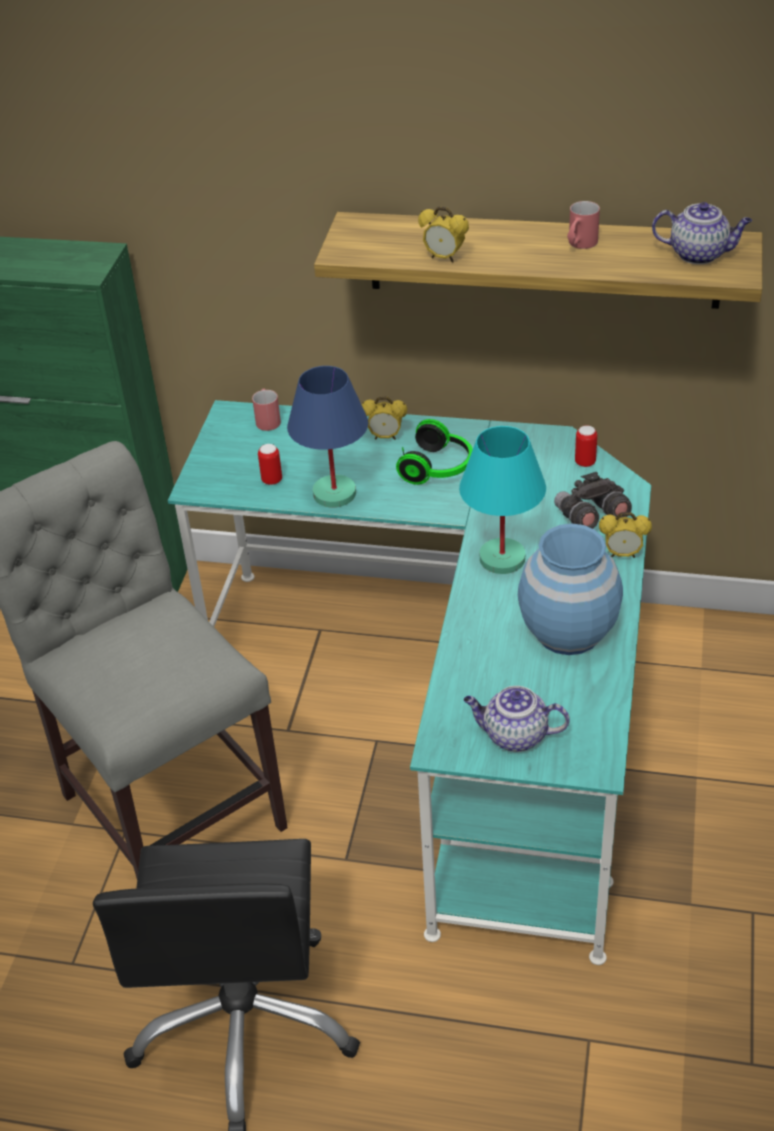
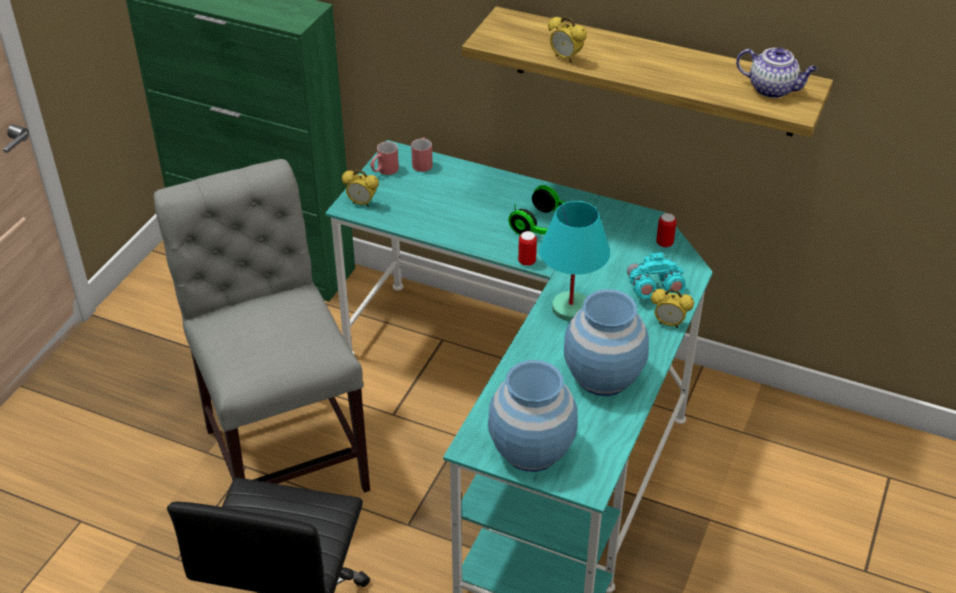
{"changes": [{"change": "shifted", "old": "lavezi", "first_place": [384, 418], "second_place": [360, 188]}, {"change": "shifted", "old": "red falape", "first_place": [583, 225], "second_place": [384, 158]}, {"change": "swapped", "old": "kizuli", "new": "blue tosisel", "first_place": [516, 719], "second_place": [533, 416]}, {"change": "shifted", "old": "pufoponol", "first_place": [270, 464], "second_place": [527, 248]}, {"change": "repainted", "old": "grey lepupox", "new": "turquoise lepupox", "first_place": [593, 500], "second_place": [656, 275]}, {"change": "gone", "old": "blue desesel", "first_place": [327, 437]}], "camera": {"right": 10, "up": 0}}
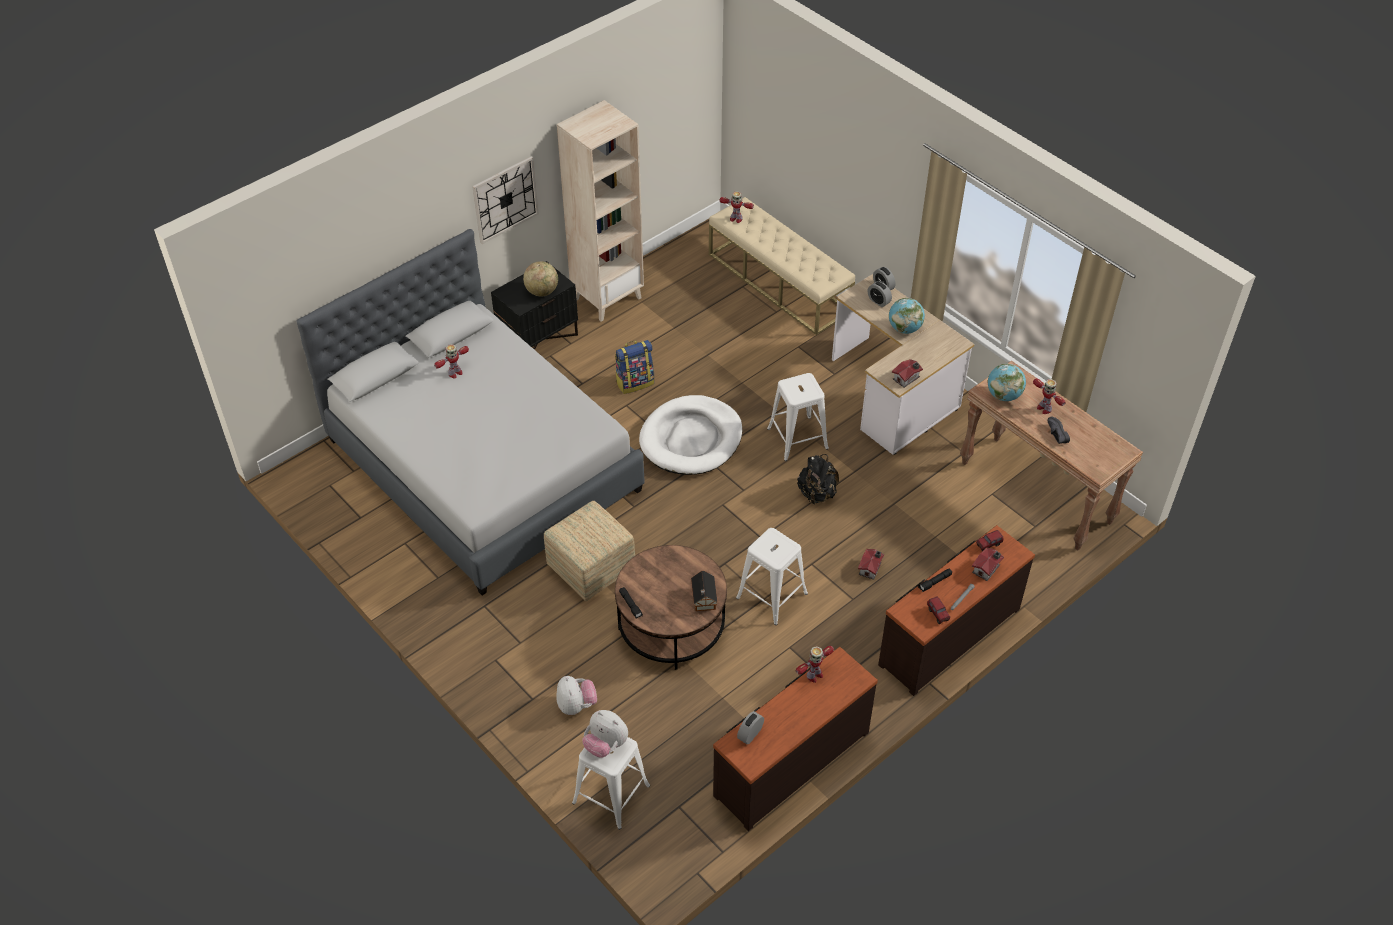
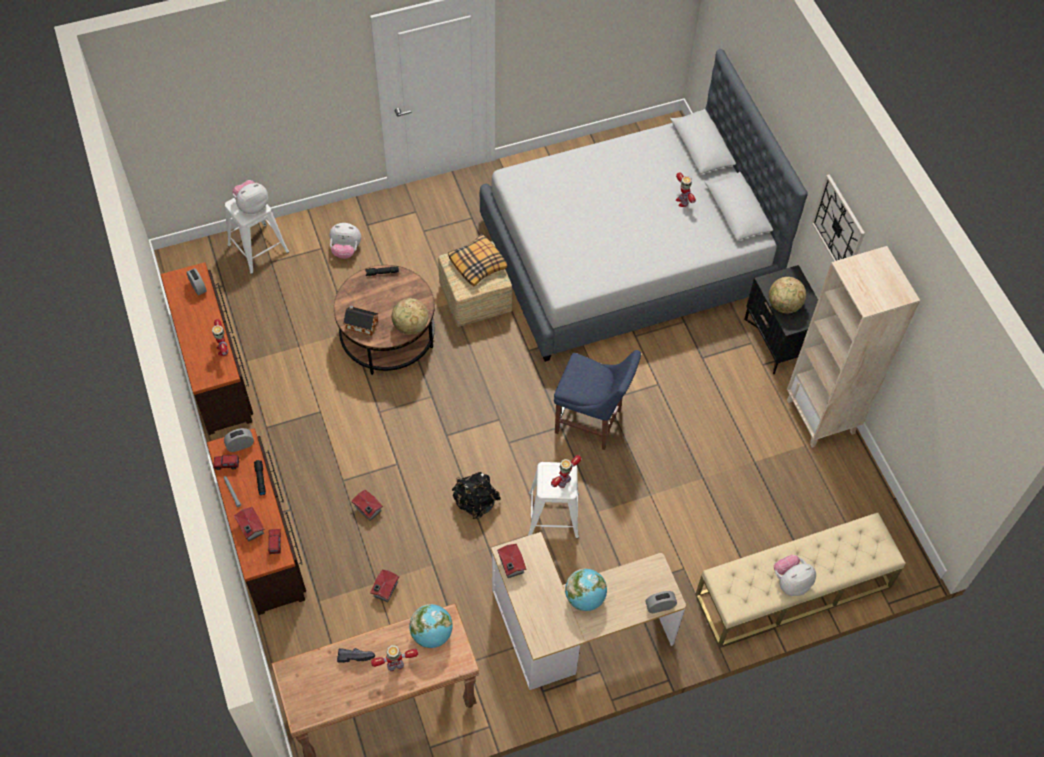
{"changes": [{"change": "shifted", "old": "lavezi", "first_place": [880, 294], "second_place": [239, 440]}, {"change": "new", "new": "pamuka", "second_place": [384, 586]}, {"change": "new", "new": "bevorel", "second_place": [410, 316]}, {"change": "new", "new": "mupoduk", "second_place": [478, 260]}, {"change": "shifted", "old": "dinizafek", "first_place": [737, 207], "second_place": [566, 471]}, {"change": "swapped", "old": "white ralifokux", "new": "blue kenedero", "first_place": [691, 435], "second_place": [597, 400]}, {"change": "new", "new": "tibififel", "second_place": [795, 575]}, {"change": "gone", "old": "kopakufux", "first_place": [634, 367]}, {"change": "gone", "old": "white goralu", "first_place": [772, 576]}], "camera": {"right": 110, "up": 10}}
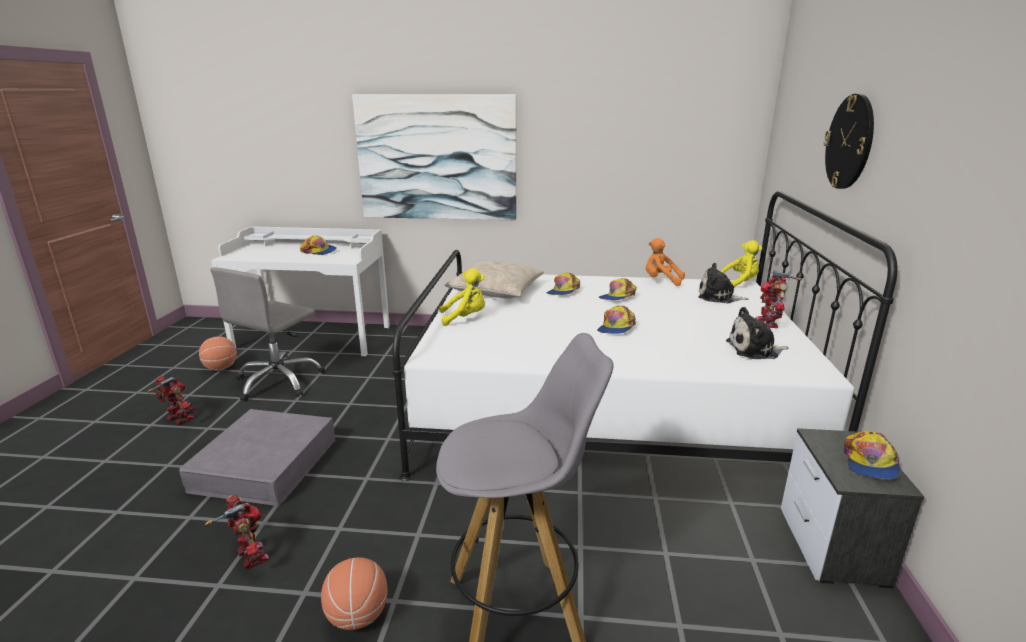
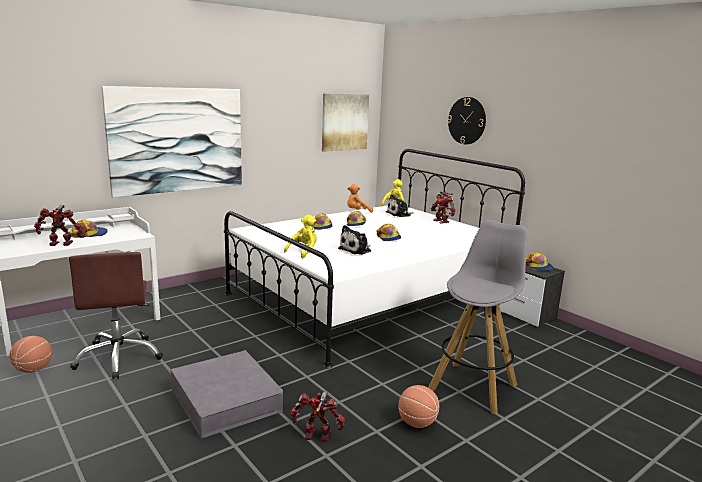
{"changes": [{"change": "shifted", "old": "dinizafek", "first_place": [171, 400], "second_place": [58, 225]}, {"change": "repainted", "old": "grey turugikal", "new": "brown turugikal", "first_place": [267, 334], "second_place": [116, 315]}, {"change": "new", "new": "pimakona", "second_place": [345, 122]}, {"change": "shifted", "old": "tibififel", "first_place": [757, 333], "second_place": [354, 240]}, {"change": "gone", "old": "beige mupoduk", "first_place": [494, 280]}], "camera": {"right": -45, "up": -5}}
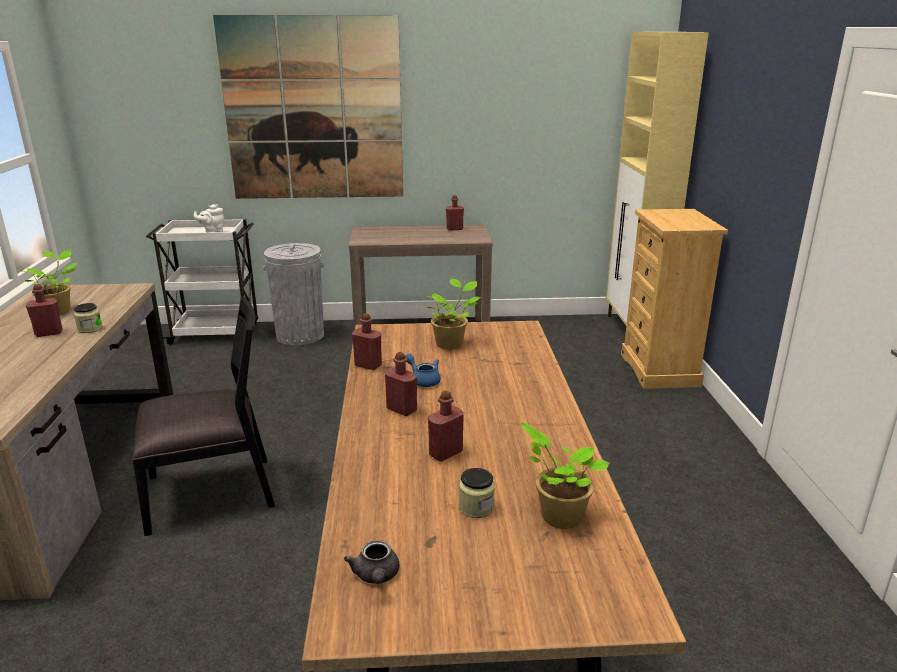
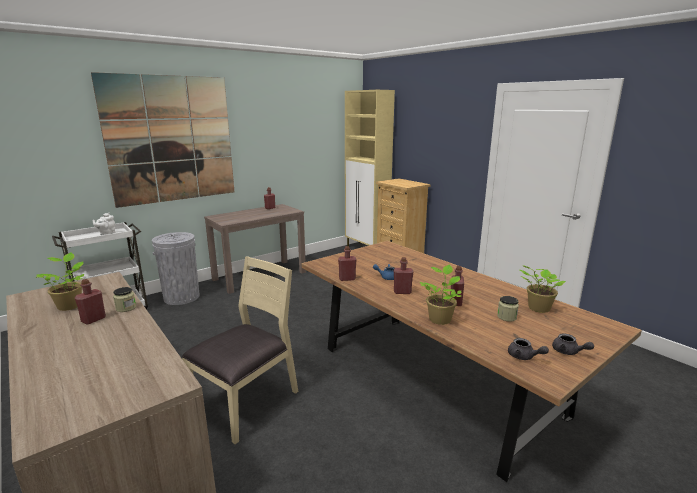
{"changes": [{"change": "repainted", "old": "black kenedero", "new": "beige kenedero", "first_place": [203, 416], "second_place": [240, 350]}, {"change": "shifted", "old": "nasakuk", "first_place": [454, 314], "second_place": [441, 295]}, {"change": "new", "new": "grey kizuli", "second_place": [573, 344]}], "camera": {"right": -35, "up": -5}}
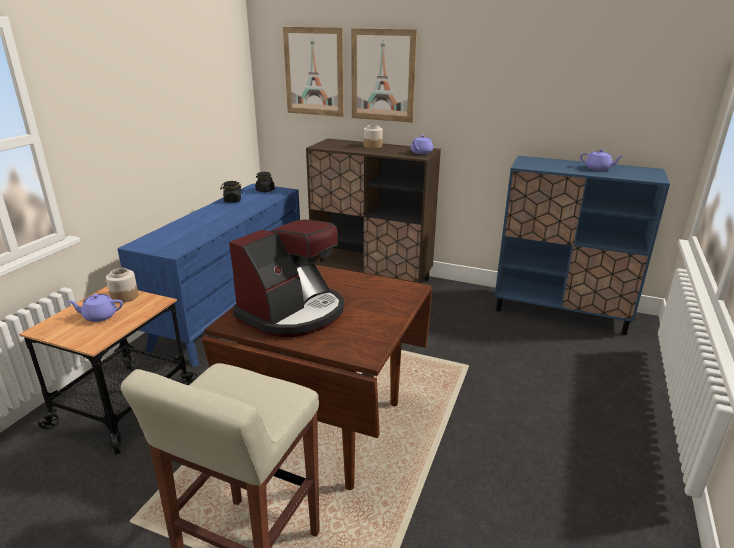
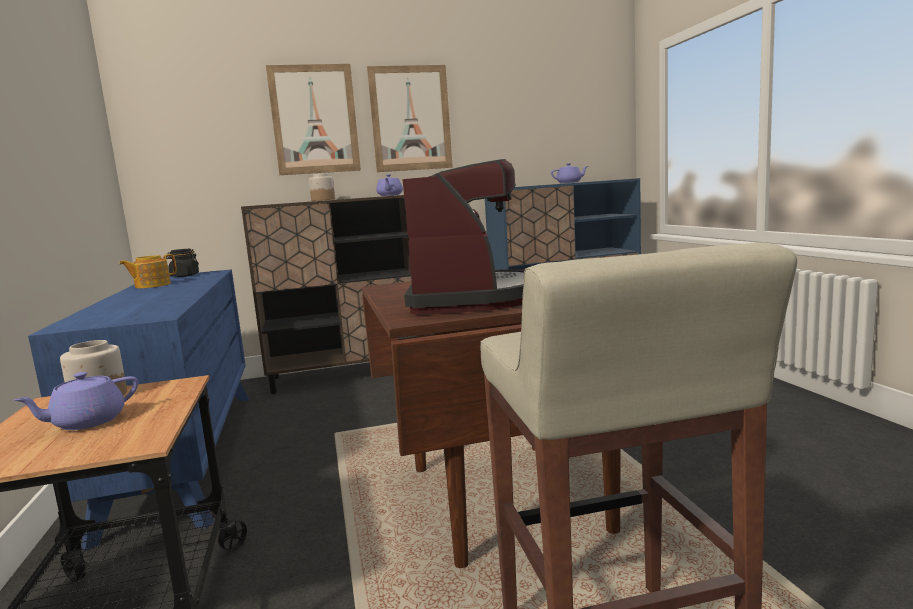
{"changes": [{"change": "swapped", "old": "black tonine", "new": "kizuli", "first_place": [231, 192], "second_place": [148, 271]}, {"change": "shifted", "old": "pimakona", "first_place": [313, 72], "second_place": [410, 118]}], "camera": {"right": -35, "up": -15}}
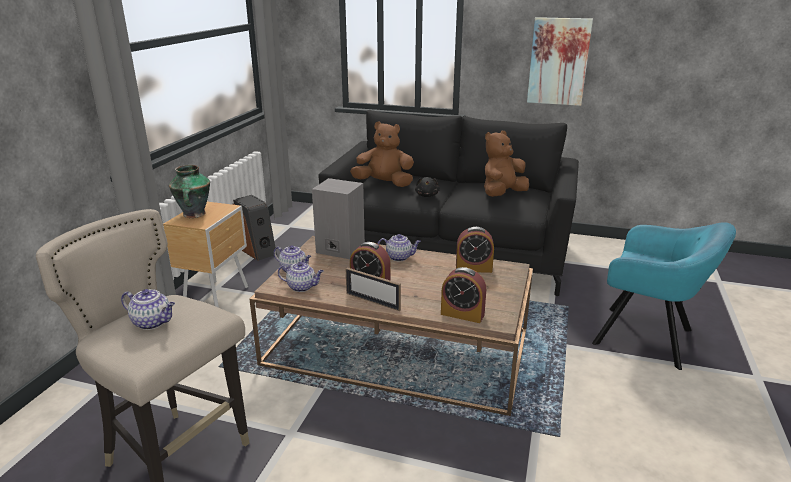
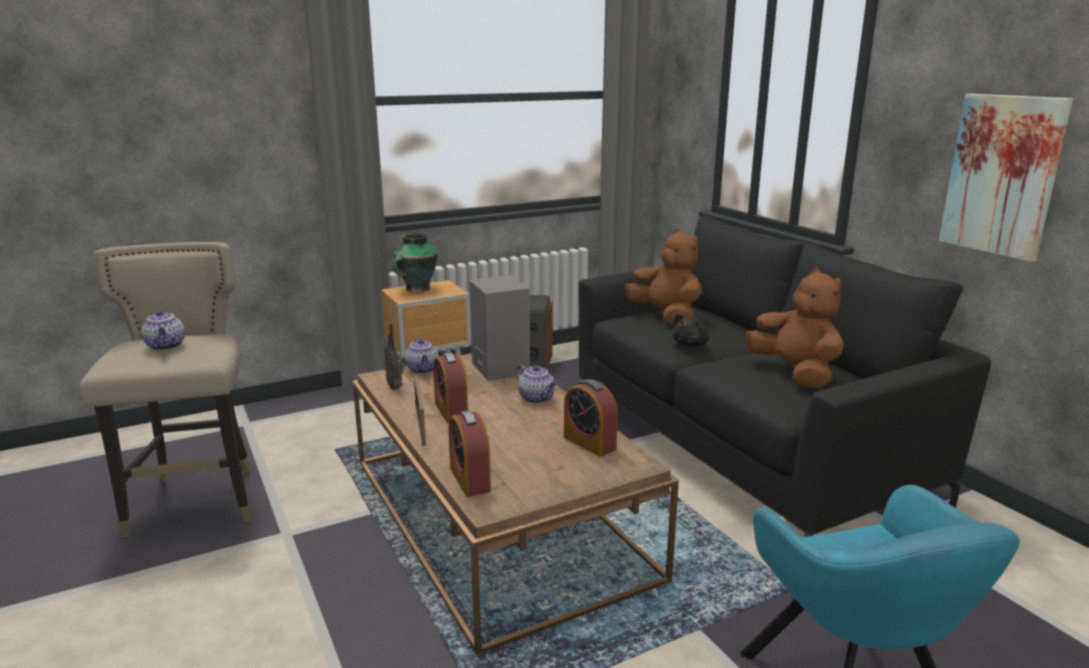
{"changes": [{"change": "swapped", "old": "kizuli", "new": "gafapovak", "first_place": [301, 277], "second_place": [394, 357]}, {"change": "rotated", "old": "brown tibififel", "first_place": [506, 164], "second_place": [794, 328], "degrees": 60}], "camera": {"right": 45, "up": -5}}
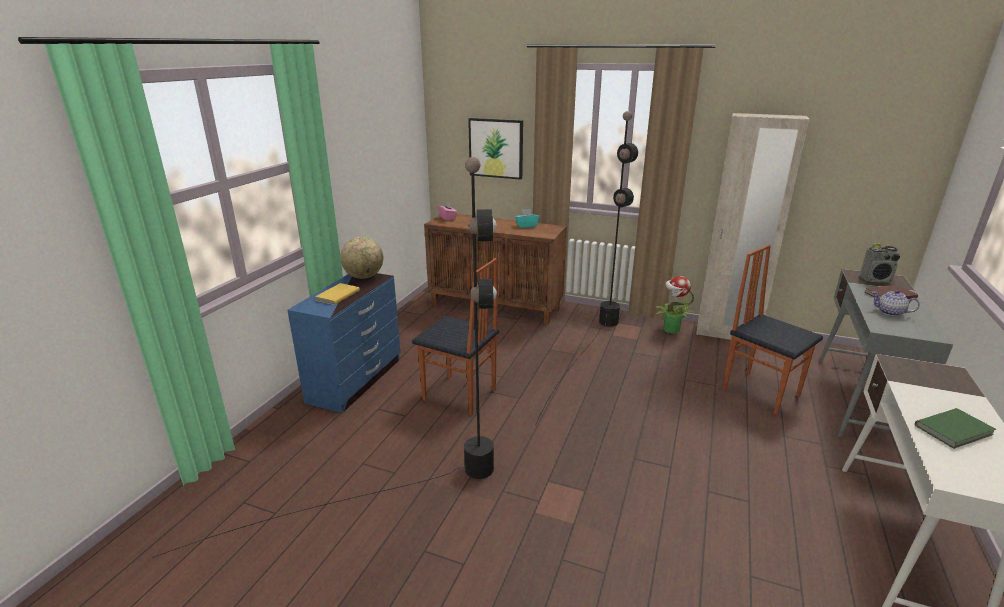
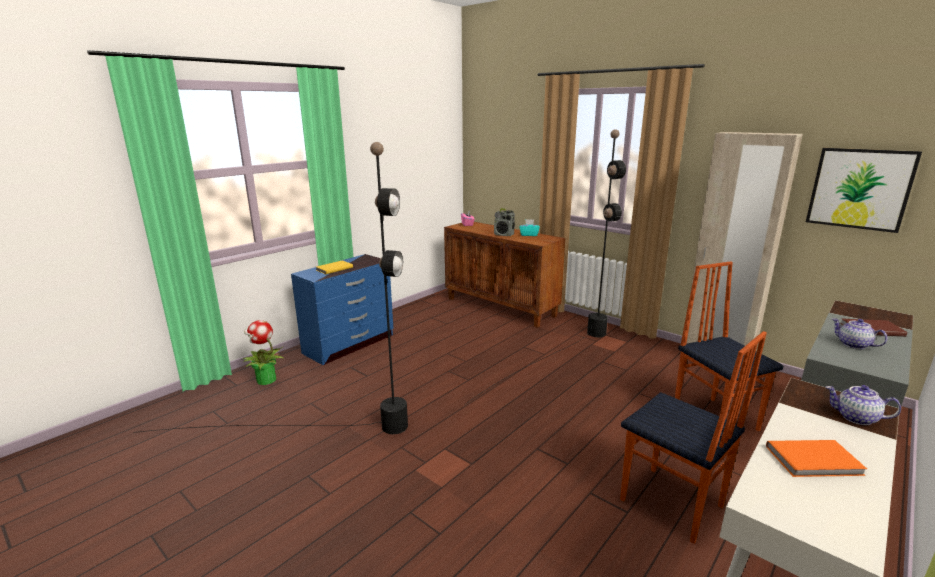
{"changes": [{"change": "shifted", "old": "nasakuk", "first_place": [675, 304], "second_place": [263, 352]}, {"change": "shifted", "old": "gafapovak", "first_place": [879, 263], "second_place": [504, 222]}, {"change": "shifted", "old": "kenedero", "first_place": [455, 337], "second_place": [693, 437]}, {"change": "repainted", "old": "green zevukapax", "new": "orange zevukapax", "first_place": [955, 428], "second_place": [816, 458]}, {"change": "shifted", "old": "pimakona", "first_place": [495, 149], "second_place": [864, 190]}, {"change": "new", "new": "kizuli", "second_place": [863, 405]}, {"change": "gone", "old": "bevorel", "first_place": [361, 258]}], "camera": {"right": 20, "up": -5}}
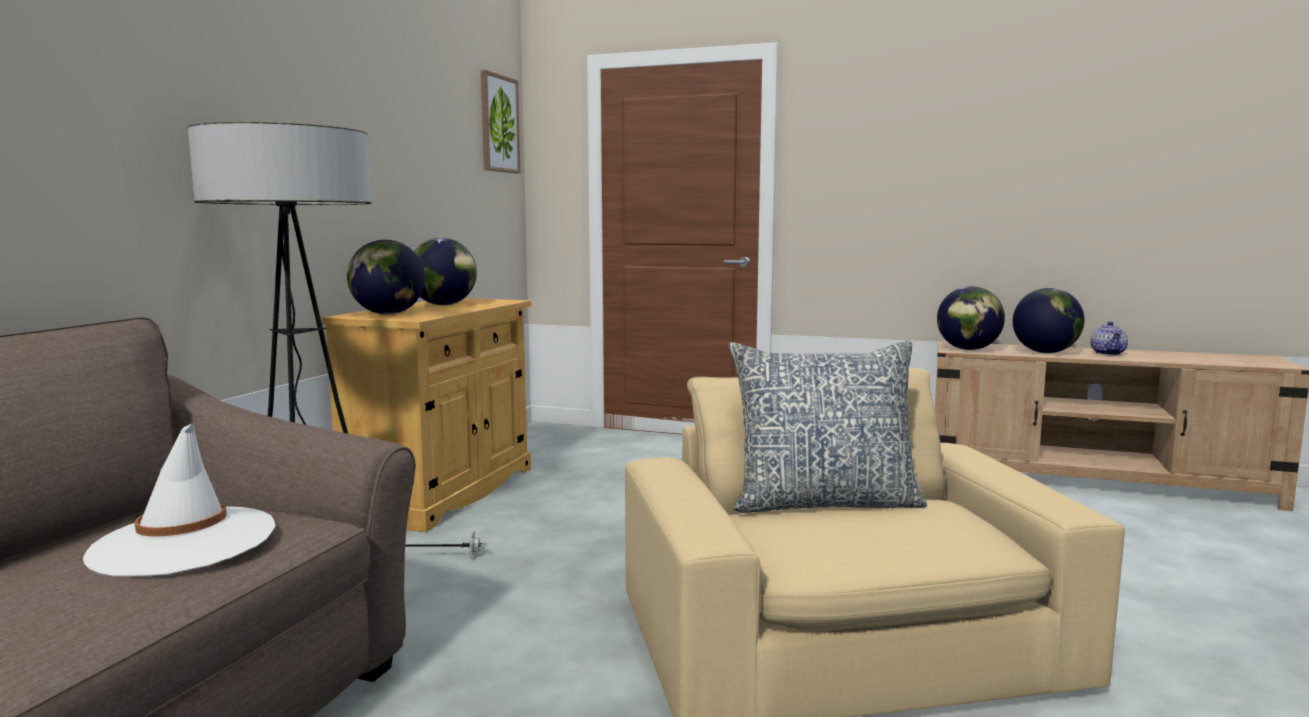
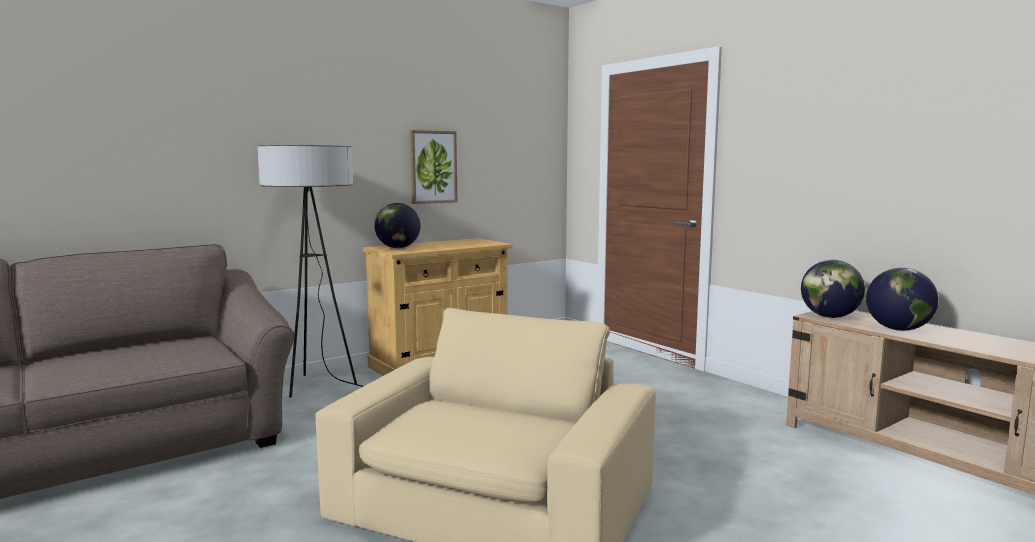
{"changes": [{"change": "shifted", "old": "pimakona", "first_place": [500, 121], "second_place": [433, 167]}, {"change": "gone", "old": "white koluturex", "first_place": [179, 500]}, {"change": "gone", "old": "bevorel", "first_place": [445, 271]}, {"change": "gone", "old": "mupoduk", "first_place": [828, 426]}, {"change": "gone", "old": "kizuli", "first_place": [1109, 338]}], "camera": {"right": 35, "up": 0}}
